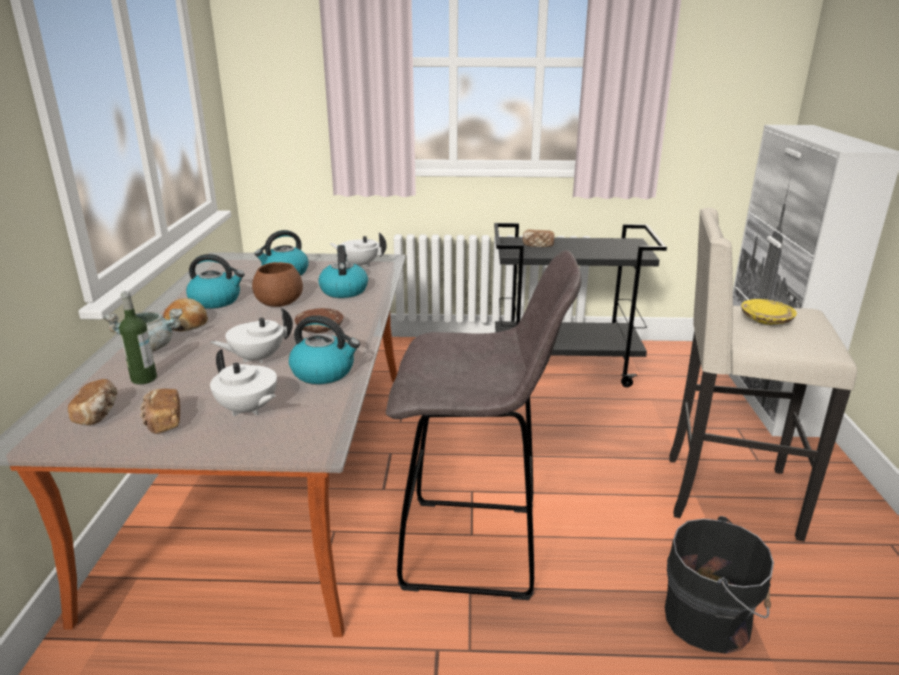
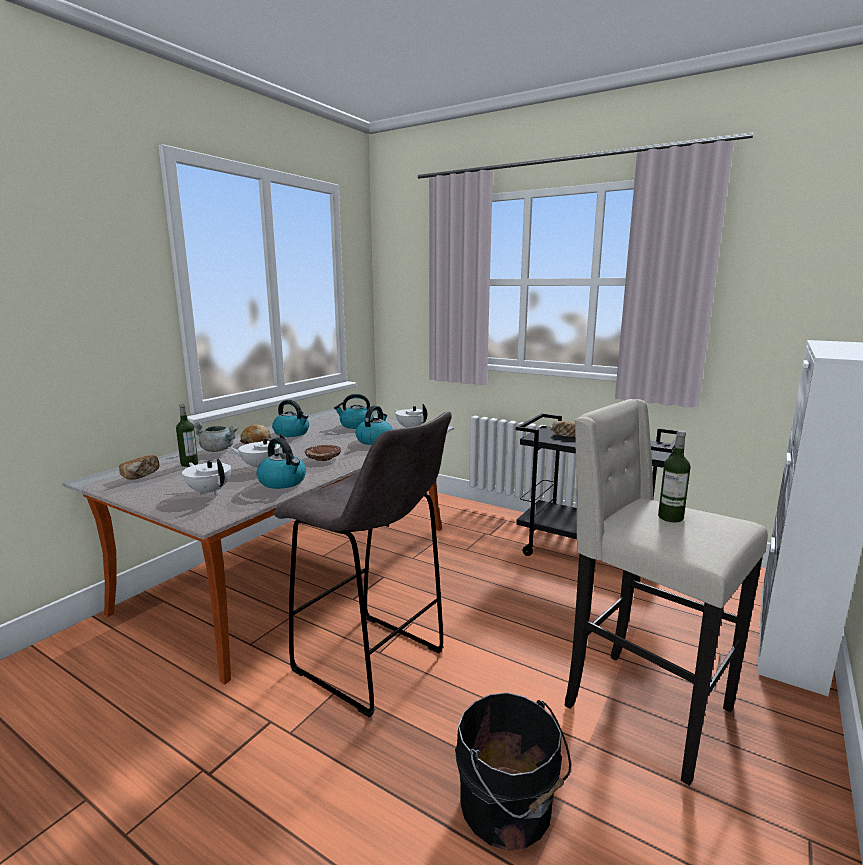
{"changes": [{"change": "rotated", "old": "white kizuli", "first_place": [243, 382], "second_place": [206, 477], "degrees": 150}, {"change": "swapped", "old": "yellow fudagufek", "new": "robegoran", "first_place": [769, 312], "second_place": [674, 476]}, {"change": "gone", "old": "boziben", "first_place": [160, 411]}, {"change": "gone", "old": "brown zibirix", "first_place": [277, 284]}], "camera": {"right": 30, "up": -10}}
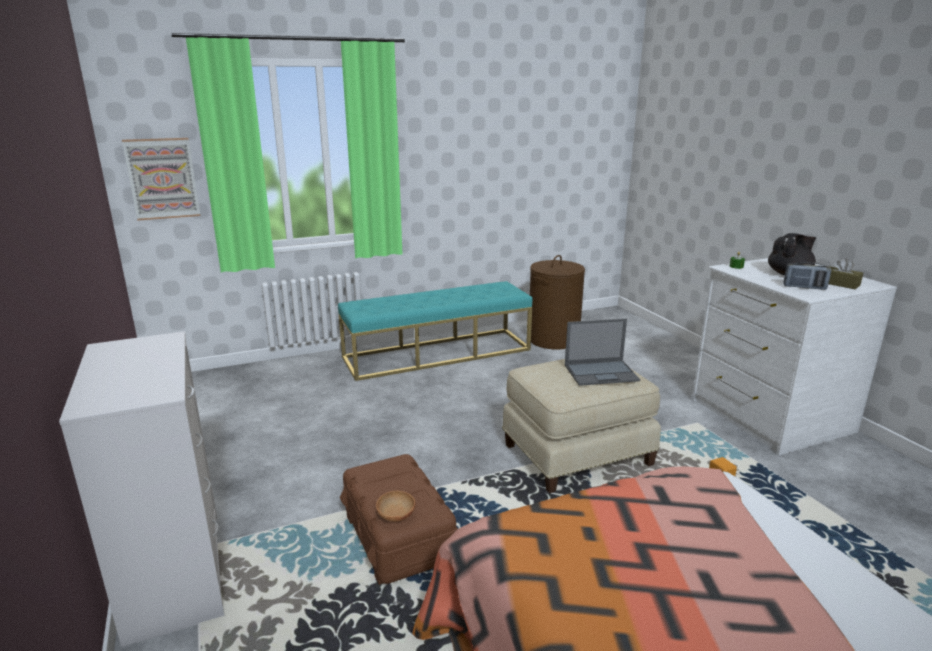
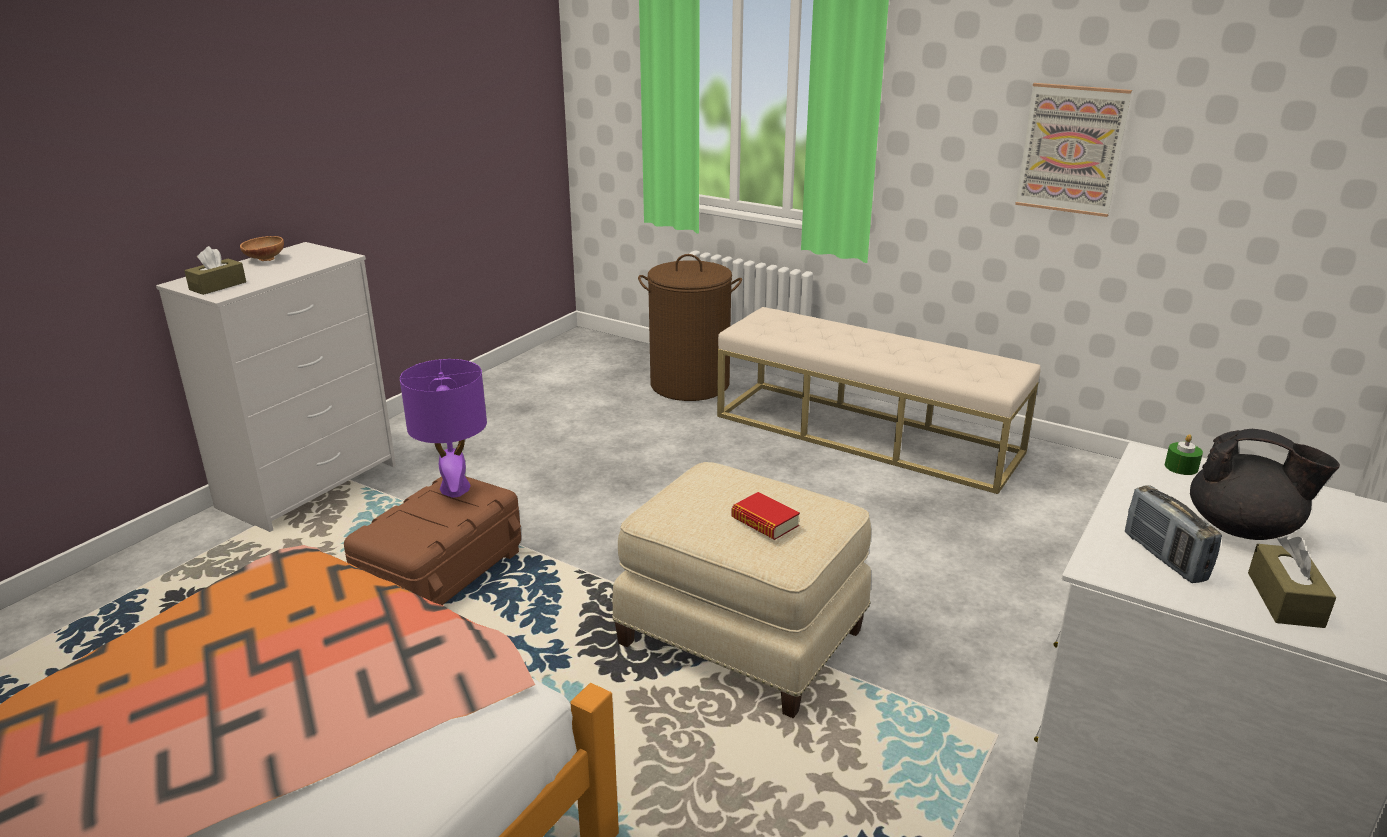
{"changes": [{"change": "new", "new": "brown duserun", "second_place": [215, 270]}, {"change": "shifted", "old": "brown zibirix", "first_place": [395, 506], "second_place": [262, 248]}, {"change": "new", "new": "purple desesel", "second_place": [443, 428]}, {"change": "shifted", "old": "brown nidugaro", "first_place": [557, 302], "second_place": [690, 327]}, {"change": "repainted", "old": "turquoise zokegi", "new": "beige zokegi", "first_place": [435, 331], "second_place": [879, 400]}, {"change": "swapped", "old": "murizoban", "new": "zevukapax", "first_place": [602, 352], "second_place": [765, 516]}, {"change": "shifted", "old": "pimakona", "first_place": [161, 179], "second_place": [1073, 150]}], "camera": {"right": 55, "up": 5}}
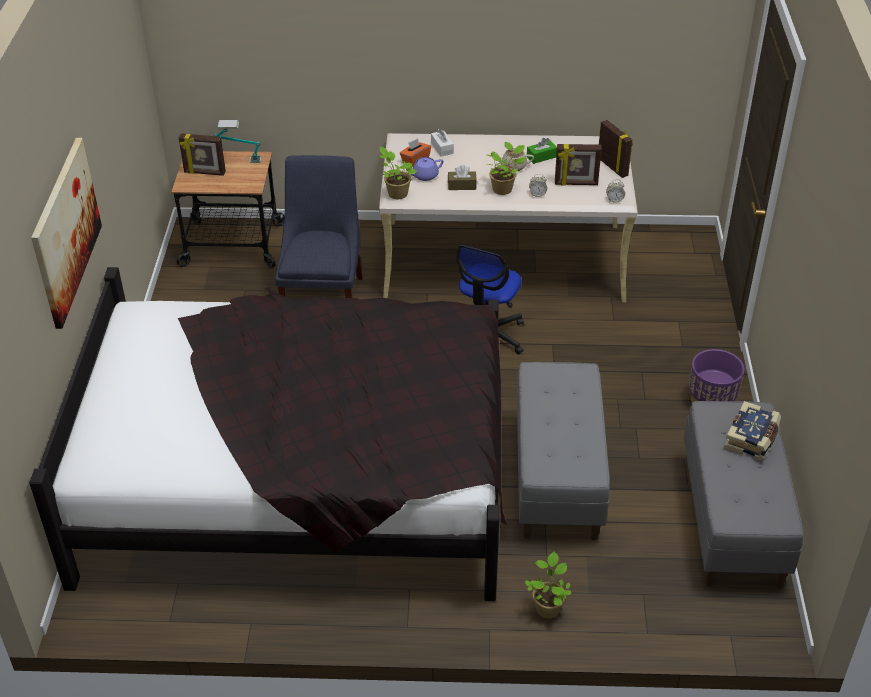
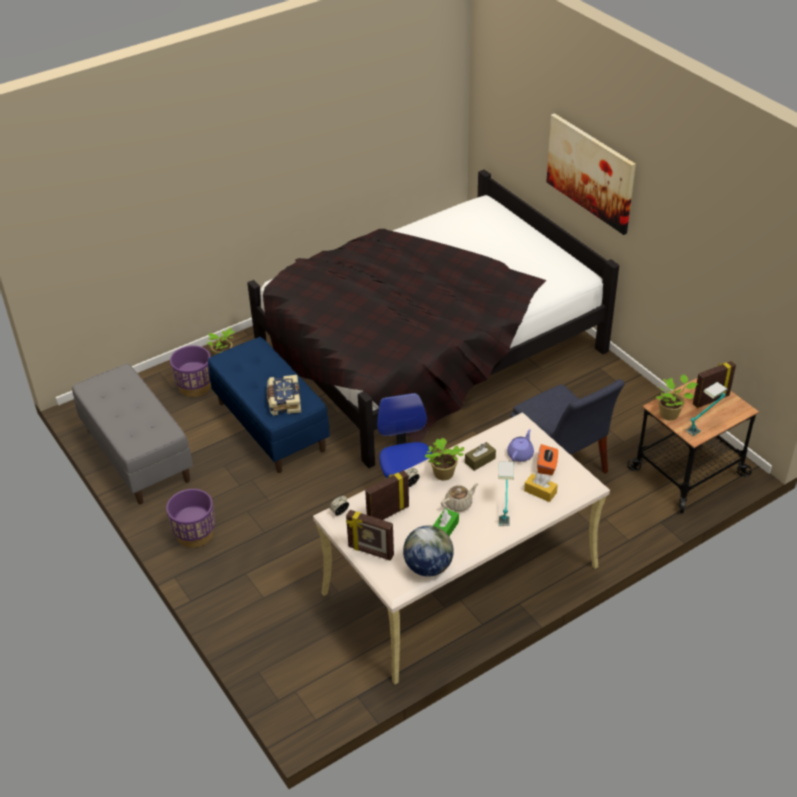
{"changes": [{"change": "new", "new": "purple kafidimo", "second_place": [190, 371]}, {"change": "repainted", "old": "grey zokegi", "new": "blue zokegi", "first_place": [563, 451], "second_place": [269, 405]}, {"change": "shifted", "old": "zevukapax", "first_place": [752, 431], "second_place": [284, 395]}, {"change": "new", "new": "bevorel", "second_place": [428, 551]}, {"change": "new", "new": "desesel", "second_place": [506, 494]}, {"change": "repainted", "old": "white duserun", "new": "yellow duserun", "first_place": [442, 142], "second_place": [541, 487]}, {"change": "shifted", "old": "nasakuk", "first_place": [398, 173], "second_place": [676, 397]}], "camera": {"right": 145, "up": 0}}
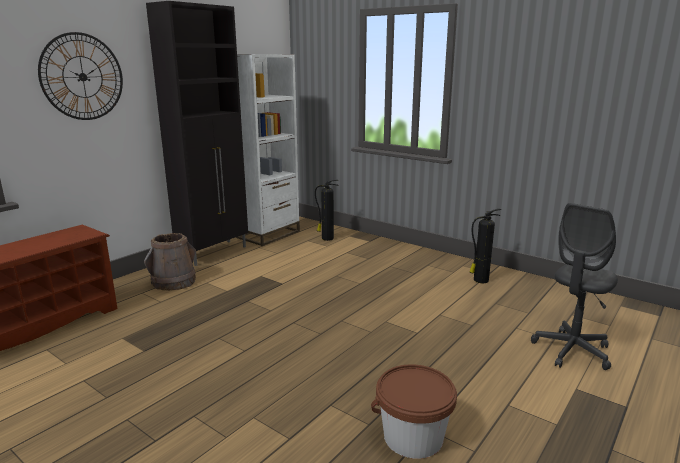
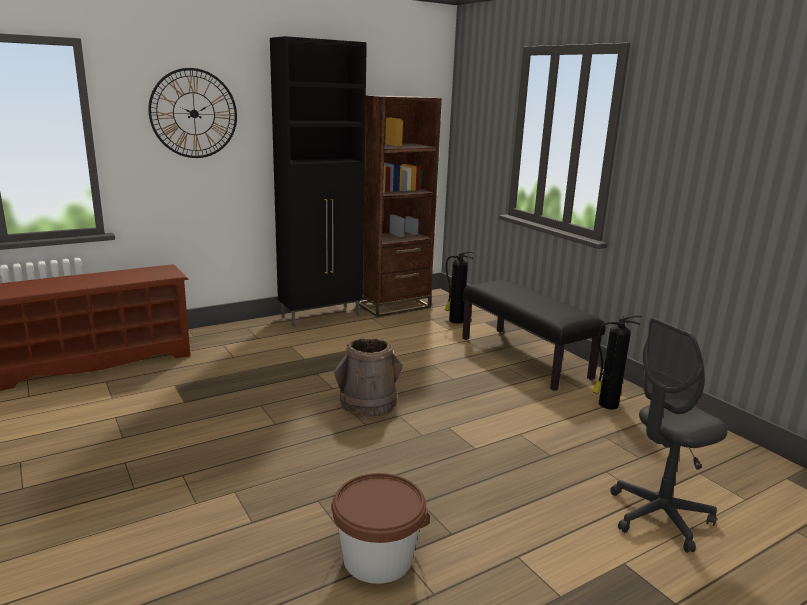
{"changes": [{"change": "shifted", "old": "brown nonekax", "first_place": [170, 262], "second_place": [368, 377]}, {"change": "repainted", "old": "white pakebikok", "new": "brown pakebikok", "first_place": [268, 150], "second_place": [400, 206]}, {"change": "new", "new": "black zokegi", "second_place": [533, 335]}], "camera": {"right": 20, "up": 0}}
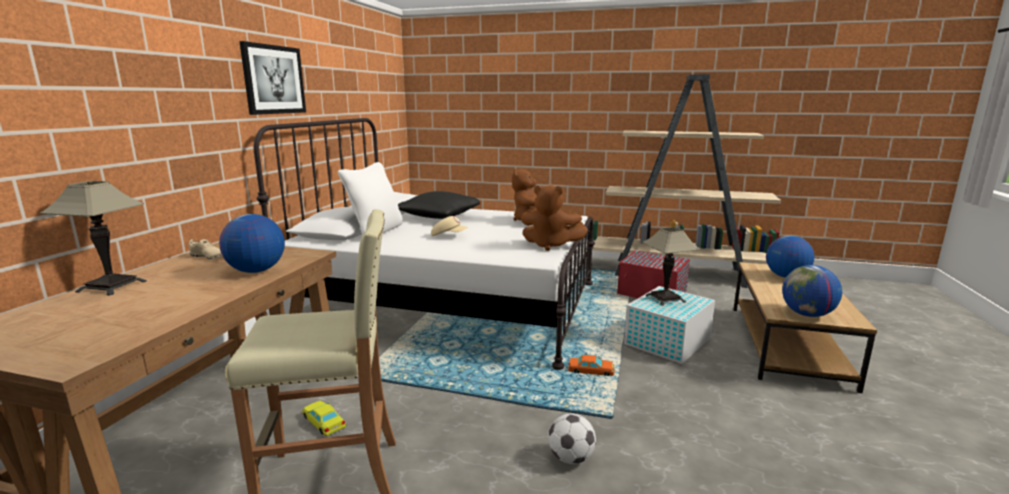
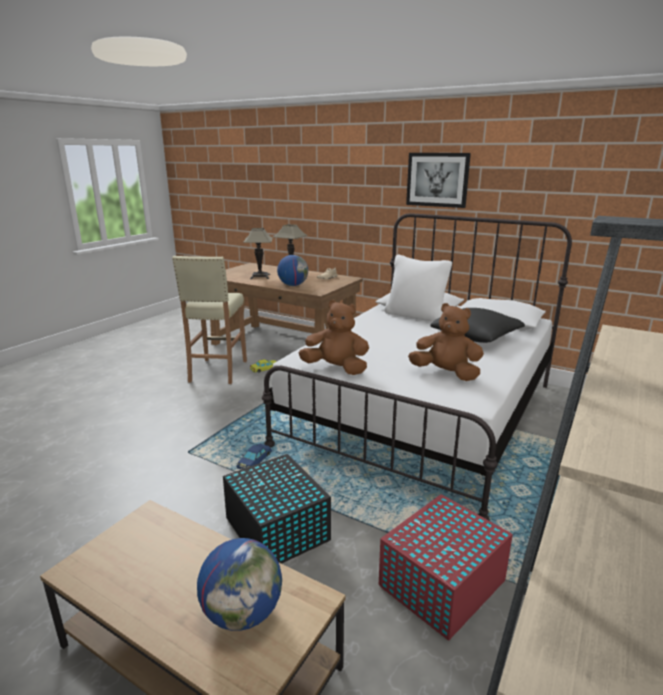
{"changes": [{"change": "repainted", "old": "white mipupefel", "new": "black mipupefel", "first_place": [669, 325], "second_place": [277, 509]}, {"change": "repainted", "old": "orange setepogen", "new": "blue setepogen", "first_place": [591, 365], "second_place": [254, 457]}, {"change": "shifted", "old": "desesel", "first_place": [671, 266], "second_place": [258, 253]}, {"change": "rotated", "old": "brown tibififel", "first_place": [554, 218], "second_place": [334, 337], "degrees": 75}, {"change": "gone", "old": "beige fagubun", "first_place": [449, 226]}, {"change": "gone", "old": "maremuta", "first_place": [572, 438]}, {"change": "gone", "old": "bevorel", "first_place": [812, 291]}], "camera": {"right": 105, "up": 5}}
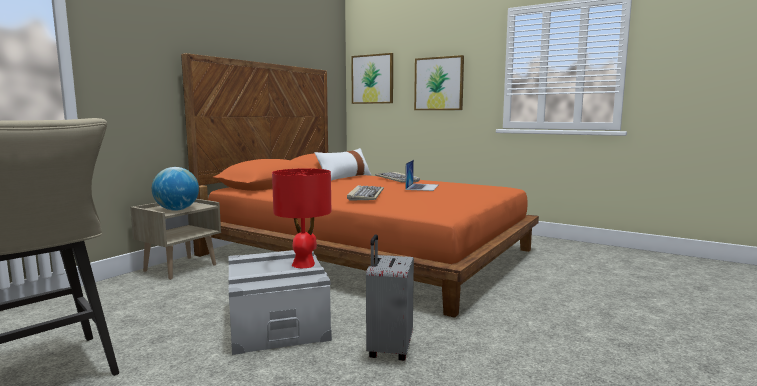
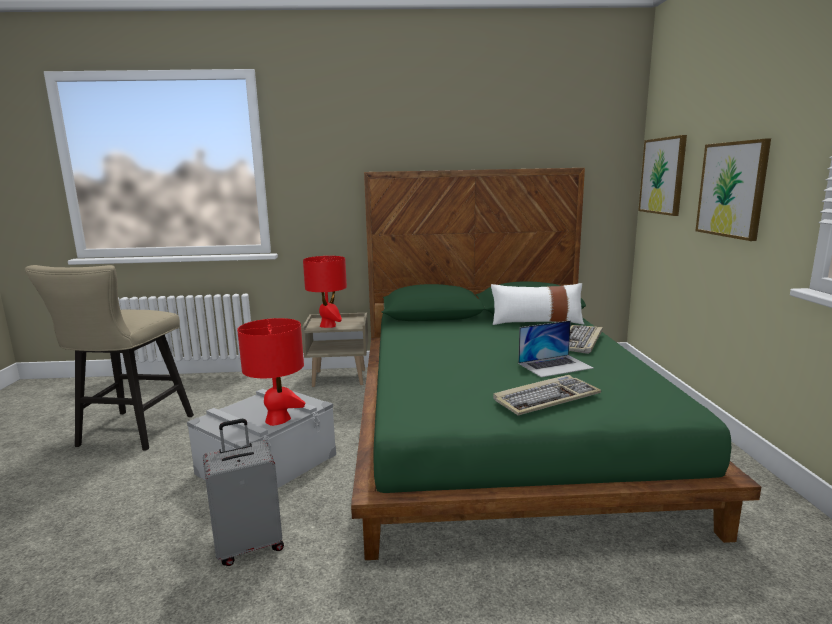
{"changes": [{"change": "swapped", "old": "bevorel", "new": "red desesel", "first_place": [175, 189], "second_place": [325, 292]}, {"change": "repainted", "old": "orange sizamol", "new": "green sizamol", "first_place": [360, 185], "second_place": [556, 364]}, {"change": "shifted", "old": "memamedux", "first_place": [365, 192], "second_place": [547, 395]}], "camera": {"right": 55, "up": 5}}
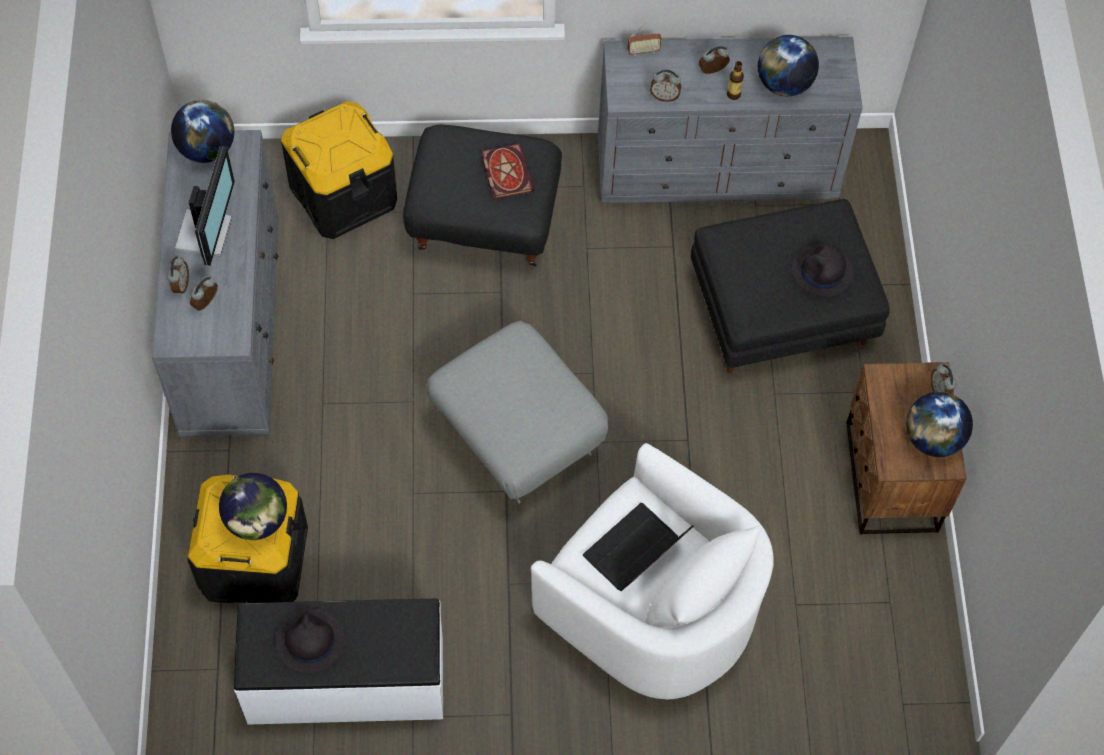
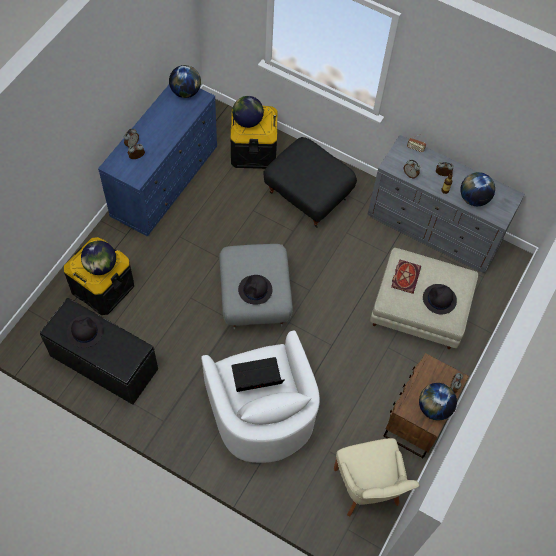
{"changes": [{"change": "repainted", "old": "white zokegi", "new": "black zokegi", "first_place": [338, 662], "second_place": [99, 351]}, {"change": "repainted", "old": "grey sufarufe", "new": "blue sufarufe", "first_place": [215, 283], "second_place": [157, 161]}, {"change": "new", "new": "bevorel", "second_place": [248, 112]}, {"change": "new", "new": "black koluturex", "second_place": [255, 289]}, {"change": "new", "new": "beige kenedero", "second_place": [377, 477]}, {"change": "repainted", "old": "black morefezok", "new": "beige morefezok", "first_place": [790, 286], "second_place": [424, 298]}, {"change": "shifted", "old": "zevukapax", "first_place": [508, 172], "second_place": [406, 277]}, {"change": "gone", "old": "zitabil", "first_place": [205, 206]}], "camera": {"right": 30, "up": 0}}
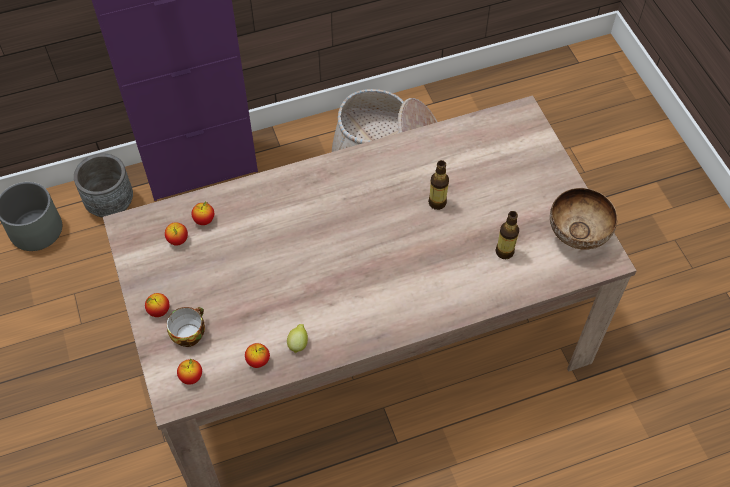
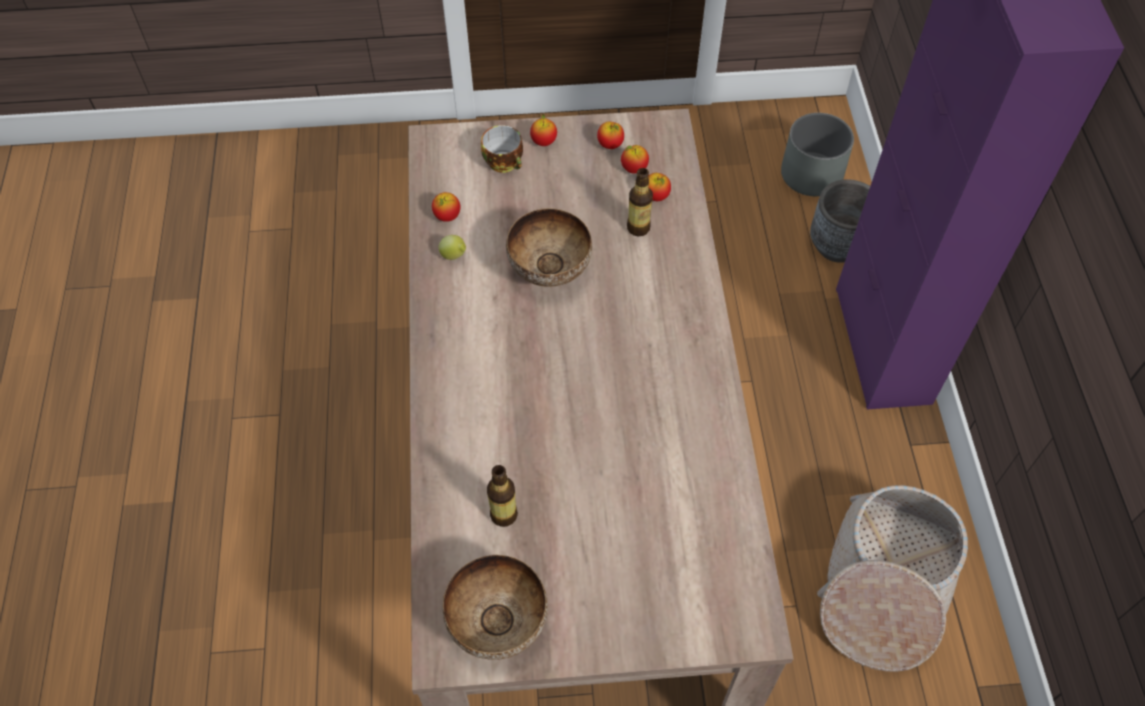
{"changes": [{"change": "new", "new": "zibirix", "second_place": [549, 247]}, {"change": "shifted", "old": "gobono", "first_place": [189, 372], "second_place": [610, 135]}, {"change": "shifted", "old": "robegoran", "first_place": [438, 185], "second_place": [640, 202]}], "camera": {"right": 105, "up": 0}}
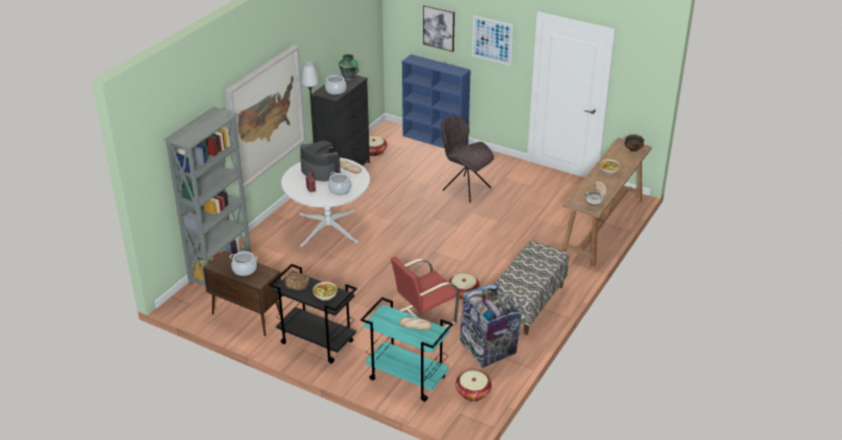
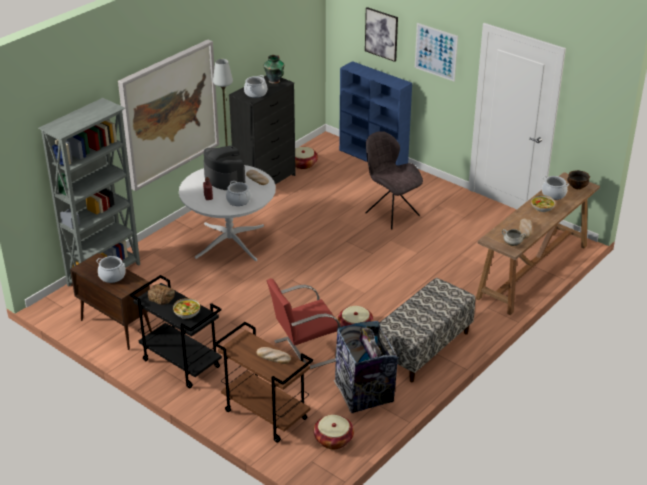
{"changes": [{"change": "repainted", "old": "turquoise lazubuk", "new": "brown lazubuk", "first_place": [406, 349], "second_place": [263, 382]}, {"change": "new", "new": "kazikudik", "second_place": [555, 188]}], "camera": {"right": 10, "up": 0}}
